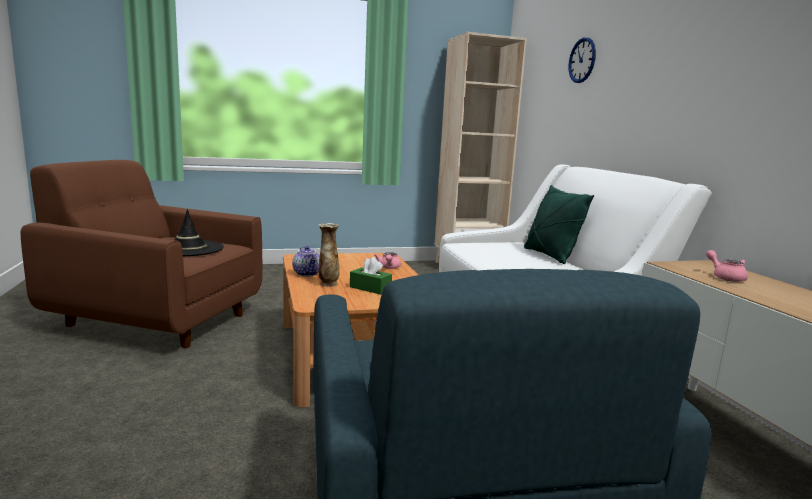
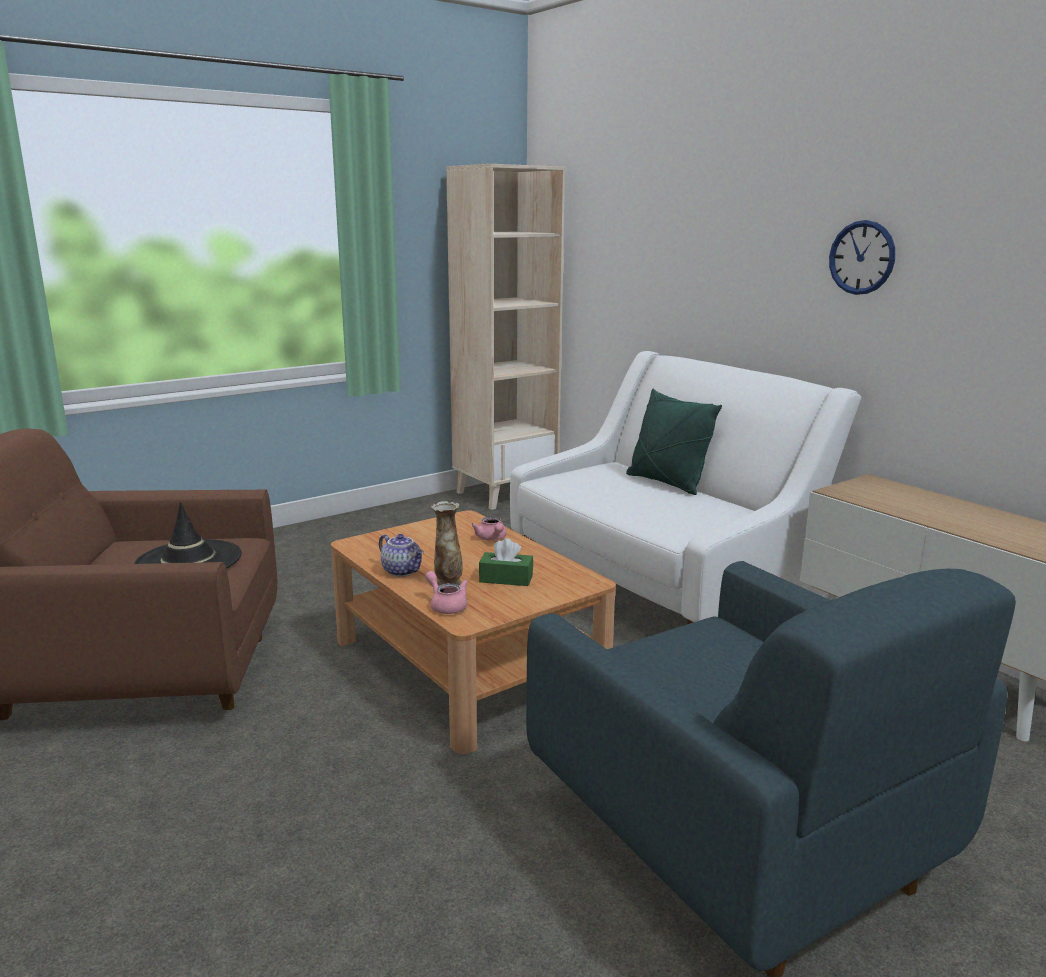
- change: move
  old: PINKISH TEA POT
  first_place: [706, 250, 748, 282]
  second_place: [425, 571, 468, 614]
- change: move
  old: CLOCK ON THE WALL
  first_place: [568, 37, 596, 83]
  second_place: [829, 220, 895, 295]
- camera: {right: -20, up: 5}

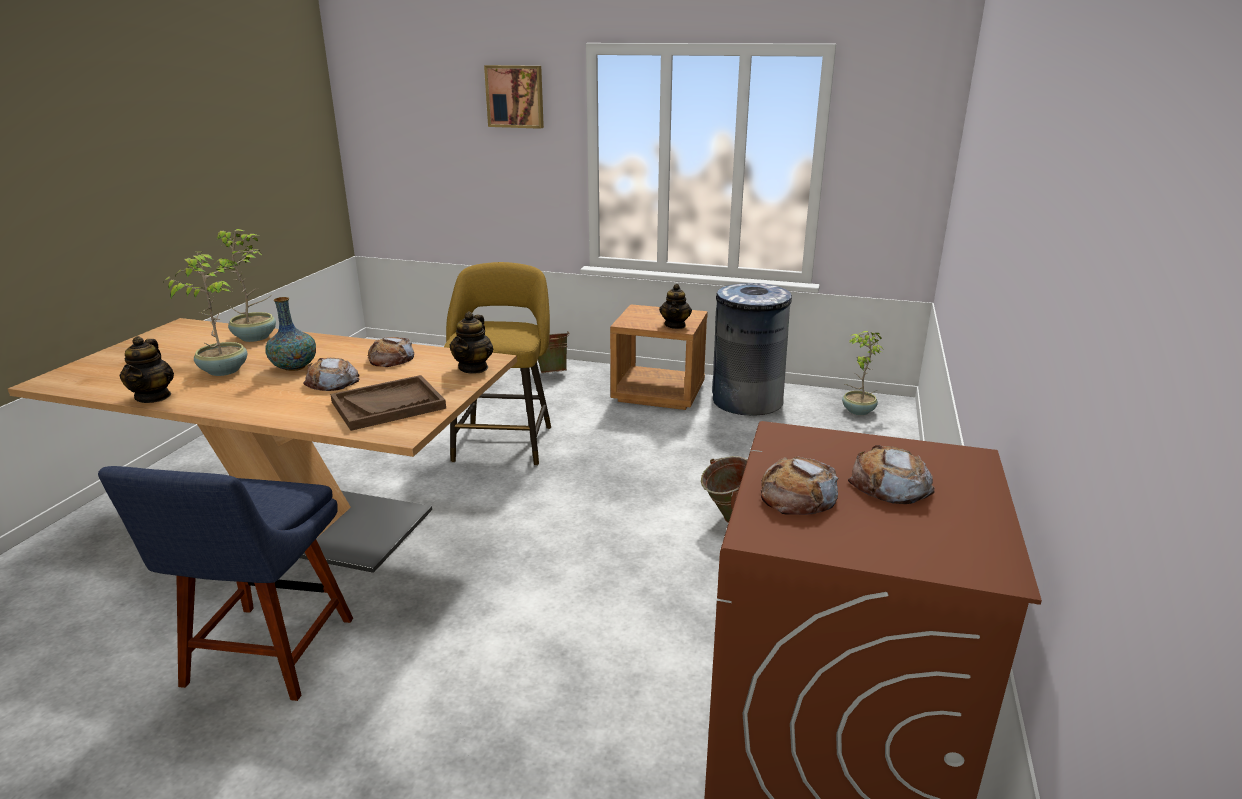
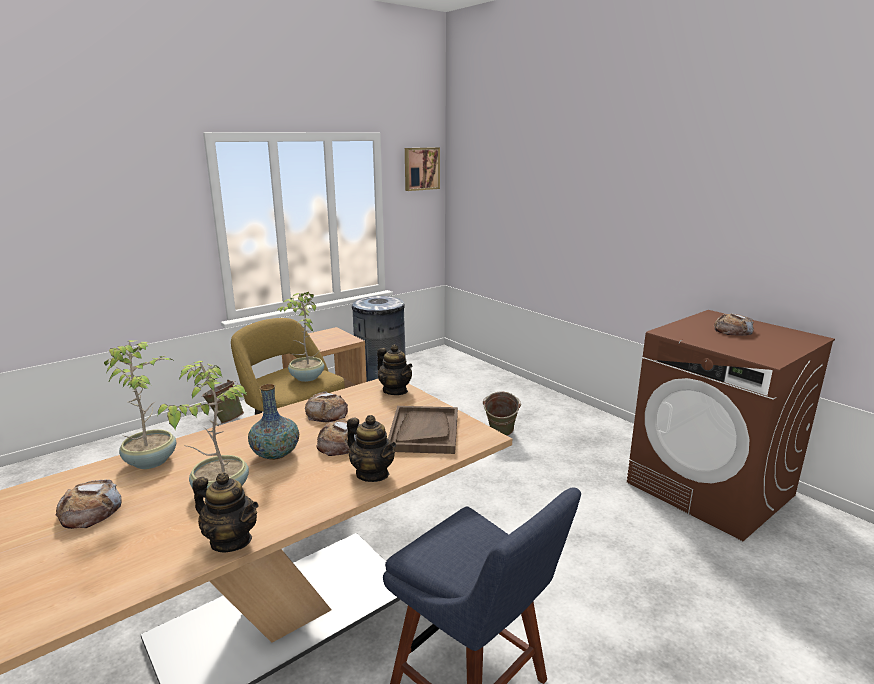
- change: move
  old: BAKERY BREAD
  first_place: [761, 456, 838, 515]
  second_place: [56, 479, 122, 529]
- change: move
  old: HOUSEPLANT
  first_place: [842, 331, 884, 415]
  second_place: [277, 292, 324, 382]
- change: move
  old: TEA POT
  first_place: [659, 284, 692, 329]
  second_place: [347, 415, 396, 482]
- change: move
  old: WALL ART
  first_place: [484, 65, 544, 129]
  second_place: [405, 147, 440, 191]
- camera: {right: -55, up: -5}

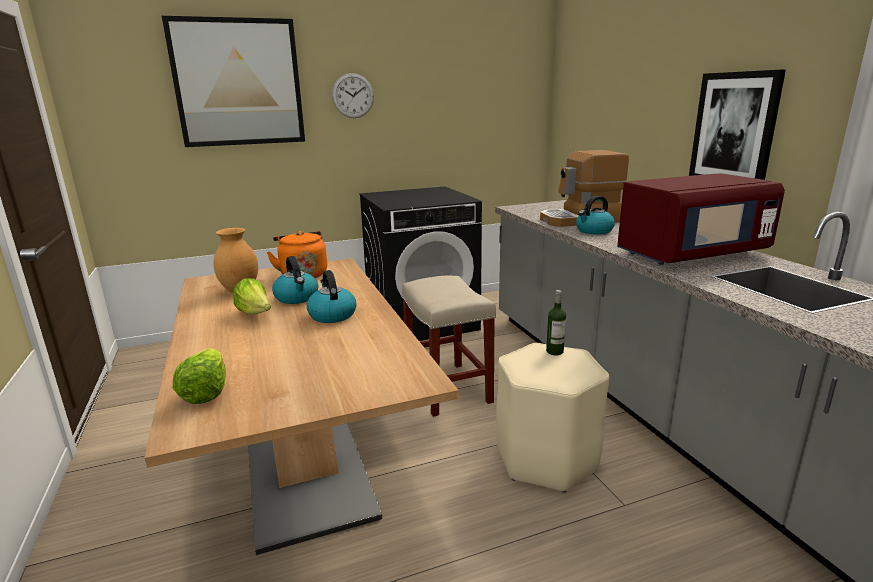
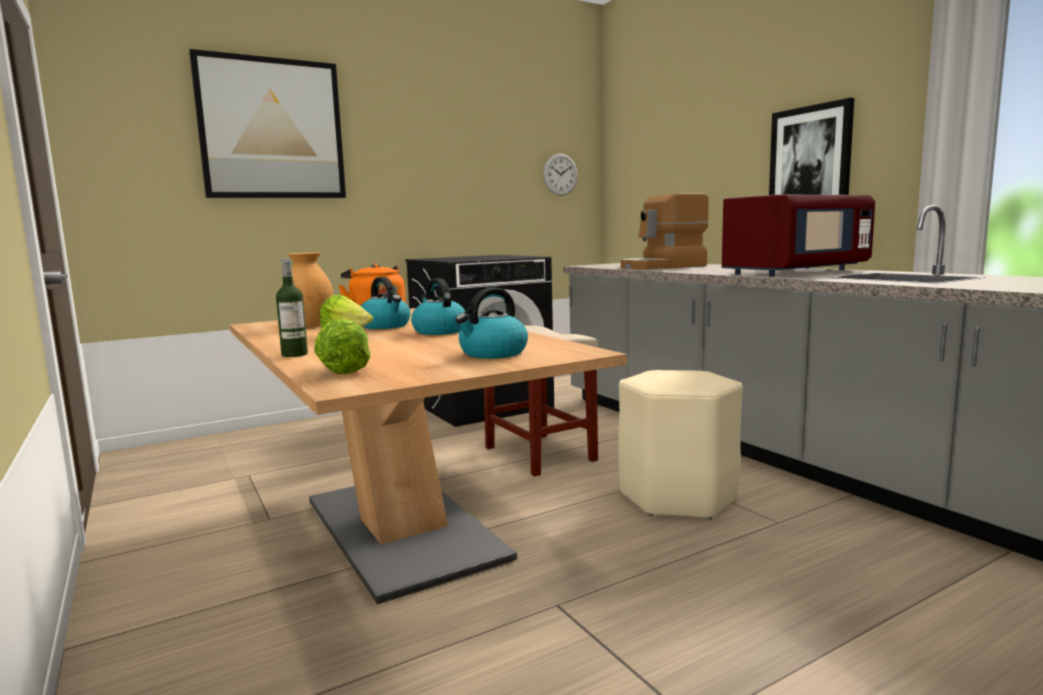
- change: move
  old: BOTTLE
  first_place: [546, 290, 566, 355]
  second_place: [276, 259, 308, 357]
- change: move
  old: KETTLE
  first_place: [576, 196, 615, 234]
  second_place: [455, 287, 528, 359]
- change: move
  old: CLOCK ON THE WALL
  first_place: [332, 73, 374, 118]
  second_place: [543, 153, 578, 196]
- camera: {right: -10, up: -10}

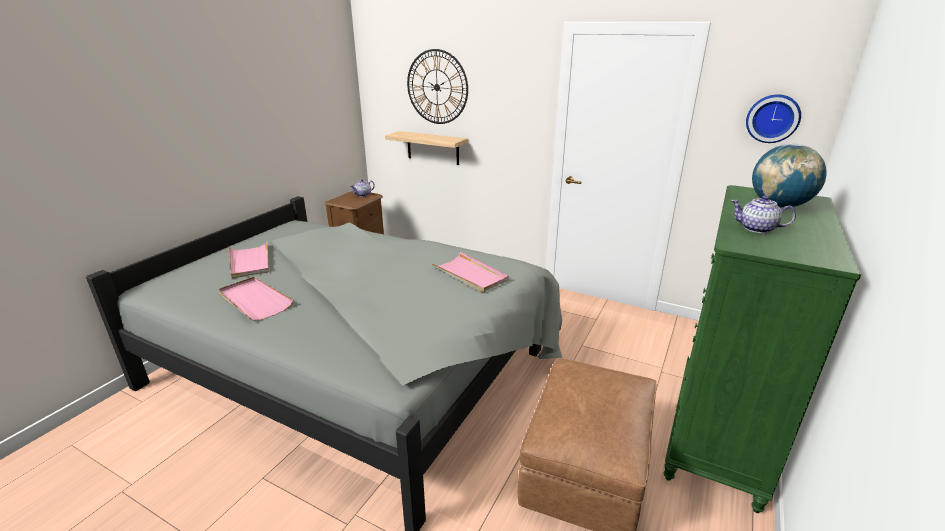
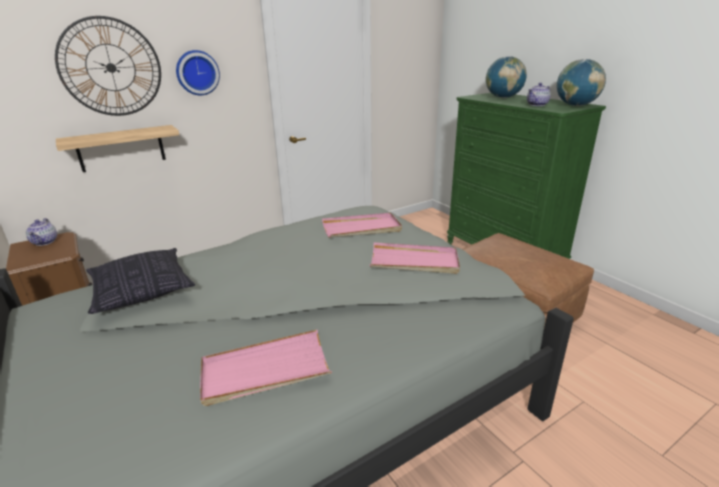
- change: insert
  new: CUSHION
  second_place: [86, 248, 195, 314]
- change: move
  old: CLOCK ON THE WALL
  first_place: [746, 94, 801, 143]
  second_place: [176, 50, 220, 95]
- change: move
  old: PINKISH TRAY
  first_place: [228, 241, 269, 279]
  second_place: [370, 242, 460, 274]
- change: insert
  new: DESK GLOBE
  second_place: [557, 59, 606, 106]
- camera: {right: -60, up: 0}

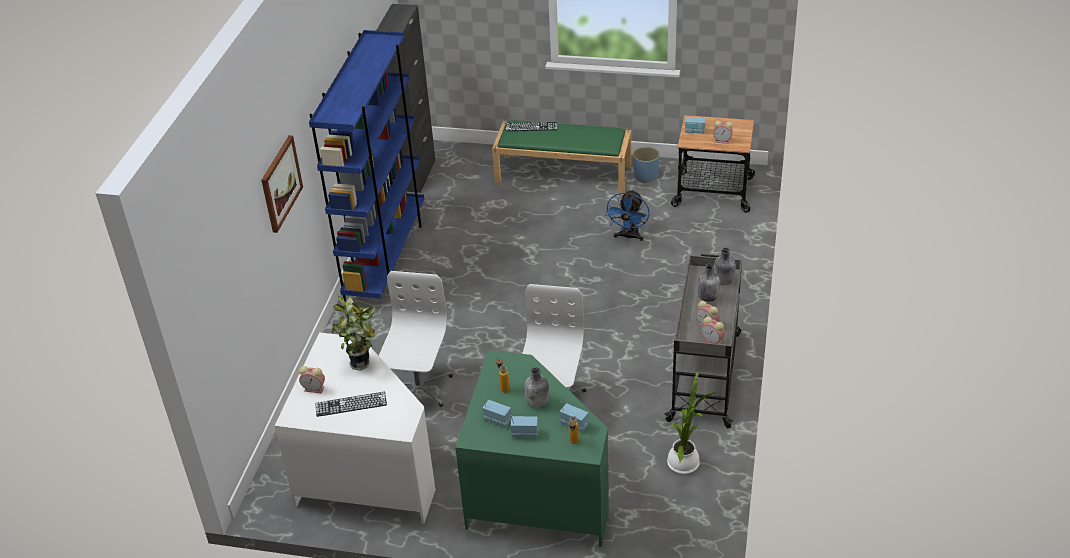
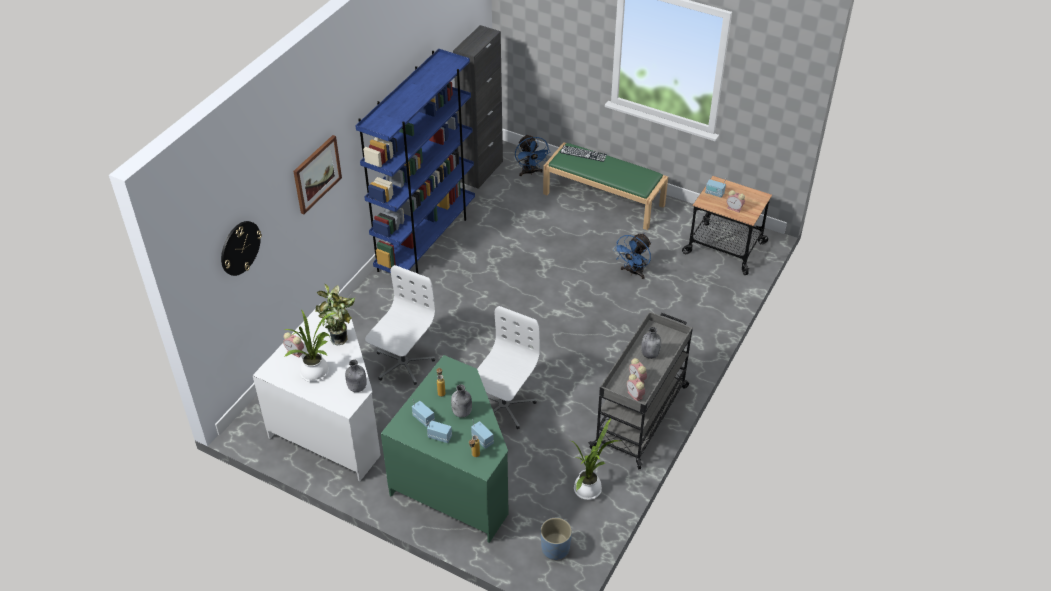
- change: insert
  new: CLOCK ON THE WALL
  second_place: [221, 221, 262, 276]
- change: replace
  old: COMPUTER KEYBOARD
  new: HOUSEPLANT
  first_place: [315, 392, 387, 417]
  second_place: [283, 309, 337, 382]
- change: move
  old: GREY BOTTLE
  first_place: [714, 248, 736, 285]
  second_place: [345, 359, 367, 392]
- change: insert
  new: BLUE COOLING FAN
  second_place: [515, 134, 550, 176]
- change: move
  old: BLUE FLOWER POT
  first_place: [633, 147, 660, 183]
  second_place: [541, 518, 572, 560]
- camera: {right: 15, up: 5}

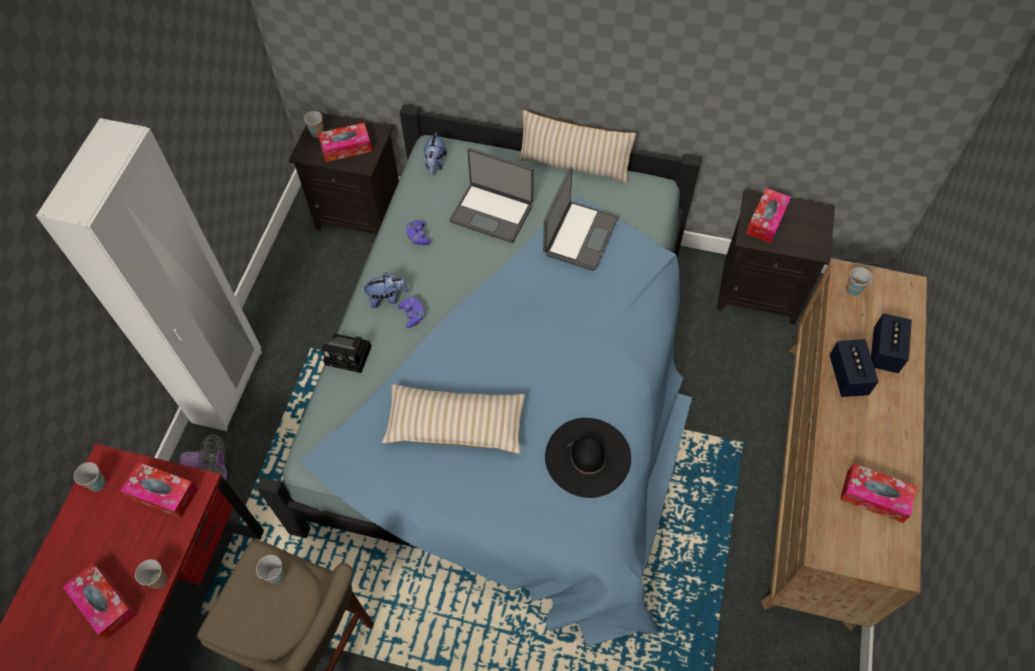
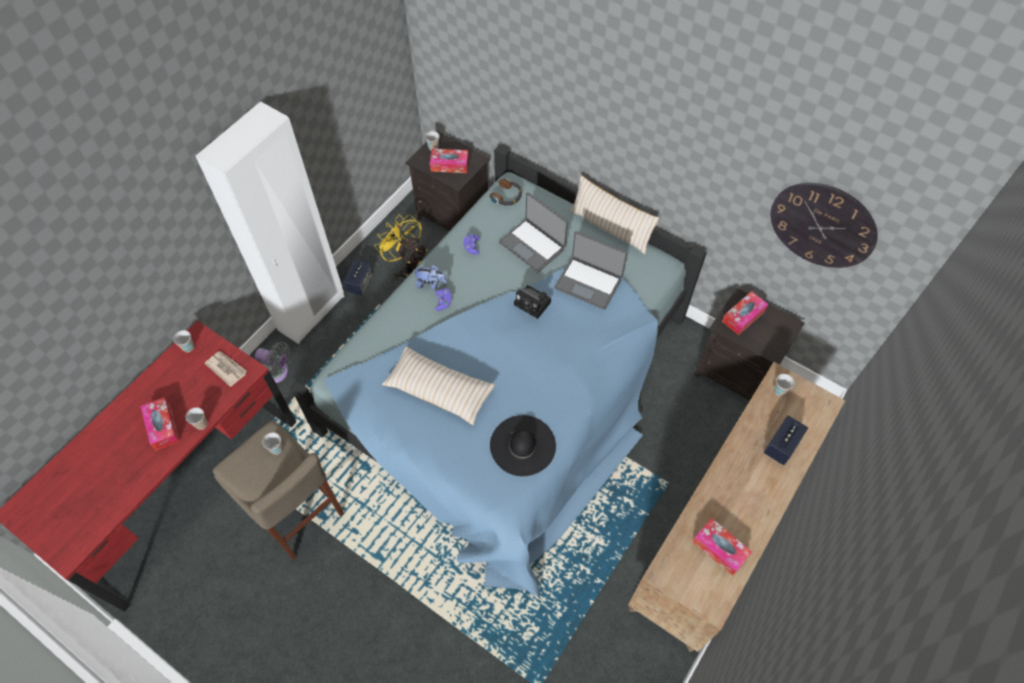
- change: replace
  old: TISSUE BOX
  new: PRINTED PAPER
  first_place: [120, 462, 198, 518]
  second_place: [205, 351, 247, 387]
- change: move
  old: AUDIO SPEAKER
  first_place: [829, 339, 879, 397]
  second_place: [343, 259, 373, 296]
- change: insert
  new: YELLOW COOLING FAN
  second_place: [375, 215, 427, 278]
- change: replace
  old: PLUSH TOY
  new: HEADSET
  first_place: [424, 132, 447, 175]
  second_place: [489, 179, 522, 206]
- change: move
  old: STILL CAMERA
  first_place: [322, 333, 371, 373]
  second_place: [514, 285, 551, 319]
- change: rotate
  old: PORTABLE COMPUTER
  first_place: [543, 167, 618, 271]
  second_place: [554, 231, 628, 310]
  degrees: 75
- change: insert
  new: CLOCK ON THE WALL
  second_place: [771, 183, 878, 268]
- camera: {right: 20, up: 0}

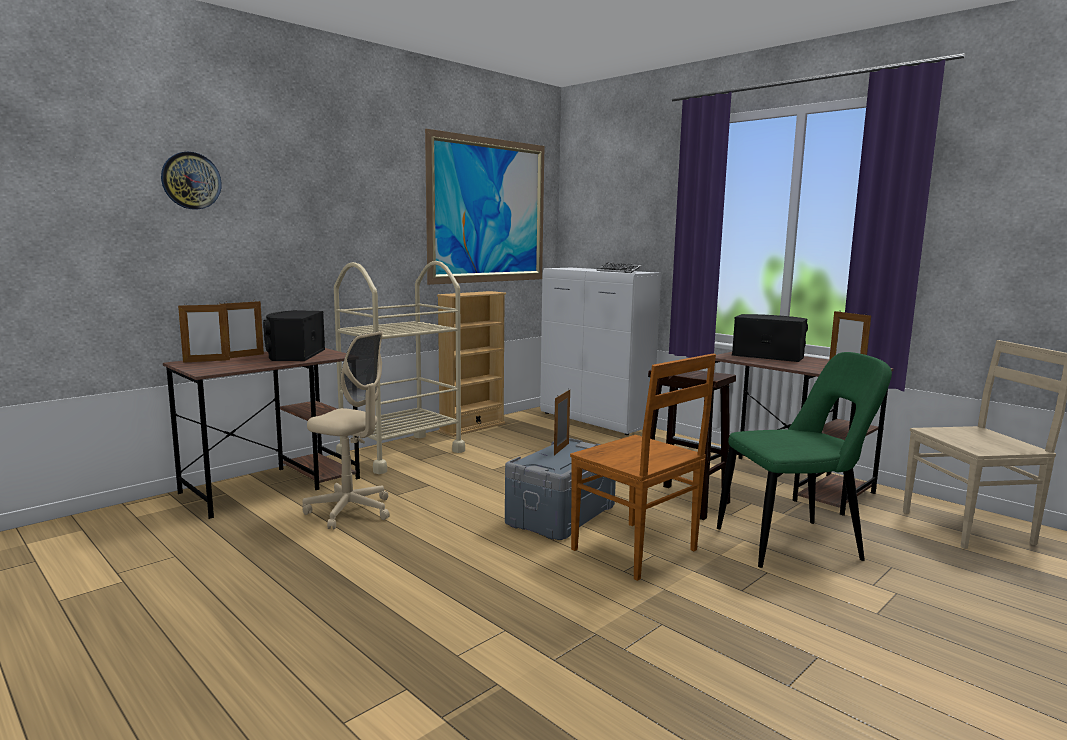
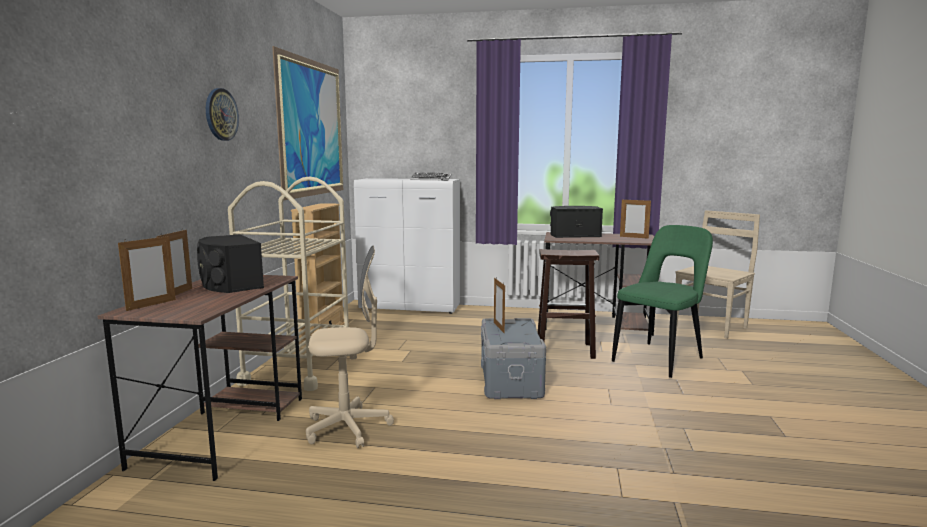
- change: move
  old: CLOCK ON THE WALL
  first_place: [161, 152, 222, 210]
  second_place: [206, 88, 239, 141]
- change: delete
  old: BROWN-COLOURED CHAIR
  first_place: [570, 353, 716, 581]
- camera: {right: -35, up: 0}

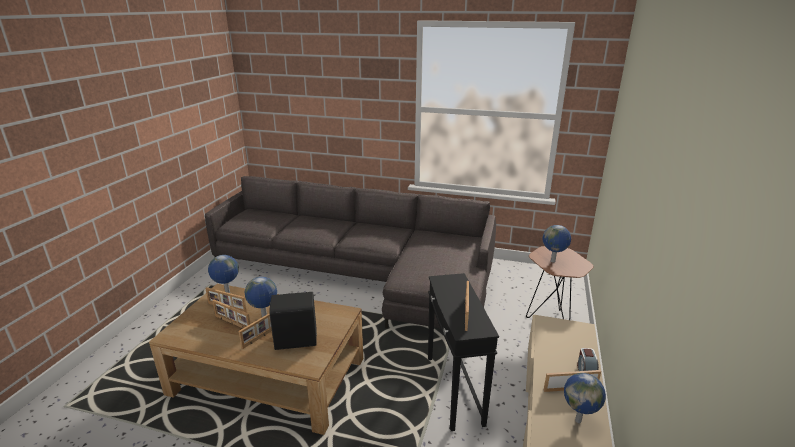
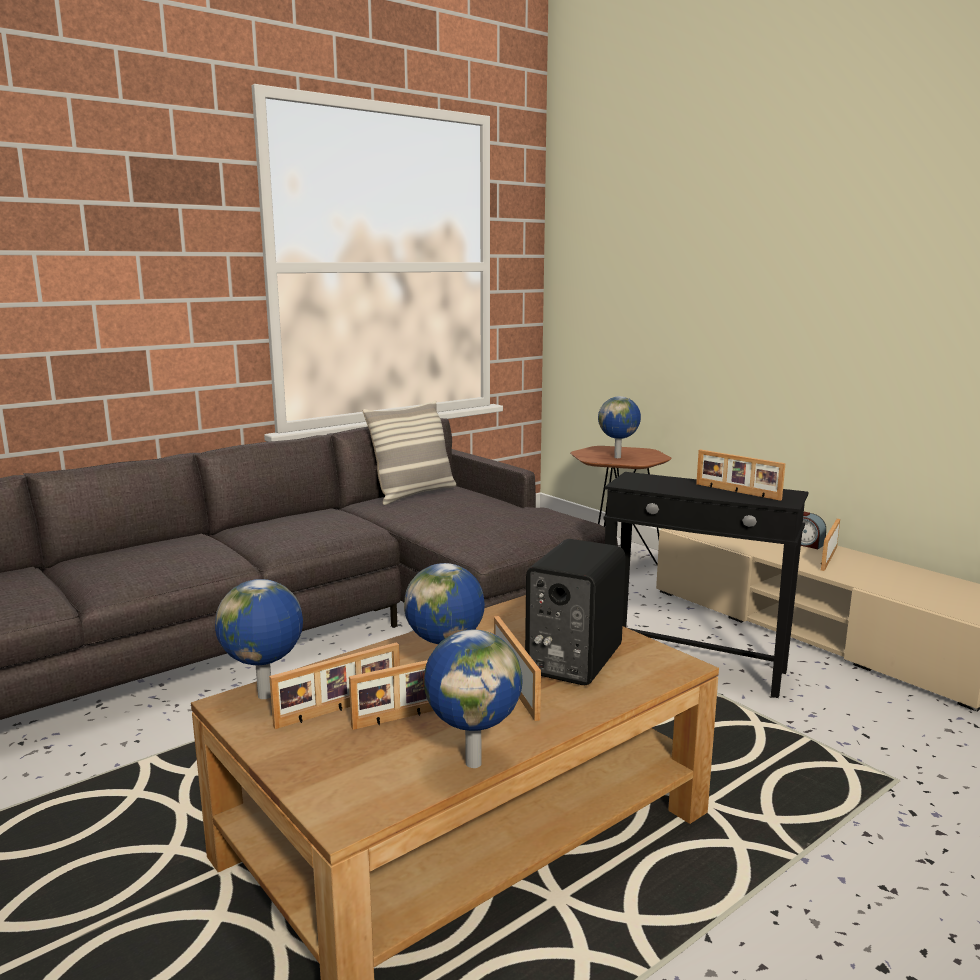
- change: insert
  new: CUSHION
  second_place: [363, 401, 456, 505]
- change: move
  old: DESK GLOBE
  first_place: [564, 373, 606, 423]
  second_place: [424, 630, 523, 768]
- camera: {right: -55, up: -10}

